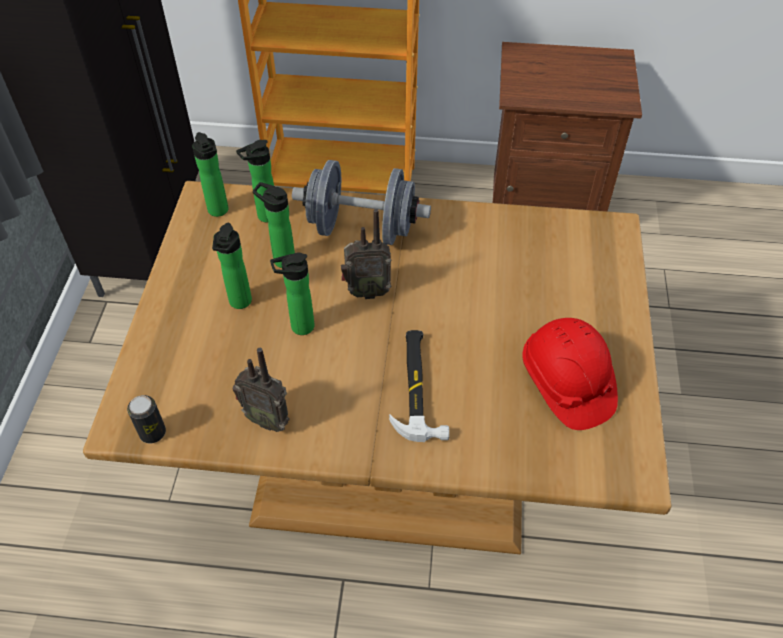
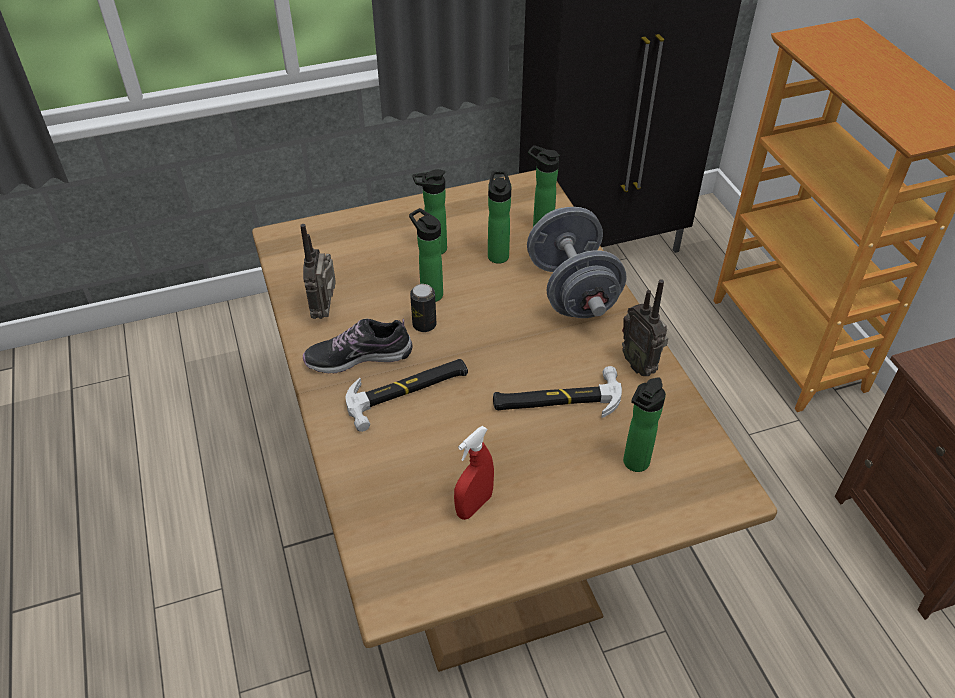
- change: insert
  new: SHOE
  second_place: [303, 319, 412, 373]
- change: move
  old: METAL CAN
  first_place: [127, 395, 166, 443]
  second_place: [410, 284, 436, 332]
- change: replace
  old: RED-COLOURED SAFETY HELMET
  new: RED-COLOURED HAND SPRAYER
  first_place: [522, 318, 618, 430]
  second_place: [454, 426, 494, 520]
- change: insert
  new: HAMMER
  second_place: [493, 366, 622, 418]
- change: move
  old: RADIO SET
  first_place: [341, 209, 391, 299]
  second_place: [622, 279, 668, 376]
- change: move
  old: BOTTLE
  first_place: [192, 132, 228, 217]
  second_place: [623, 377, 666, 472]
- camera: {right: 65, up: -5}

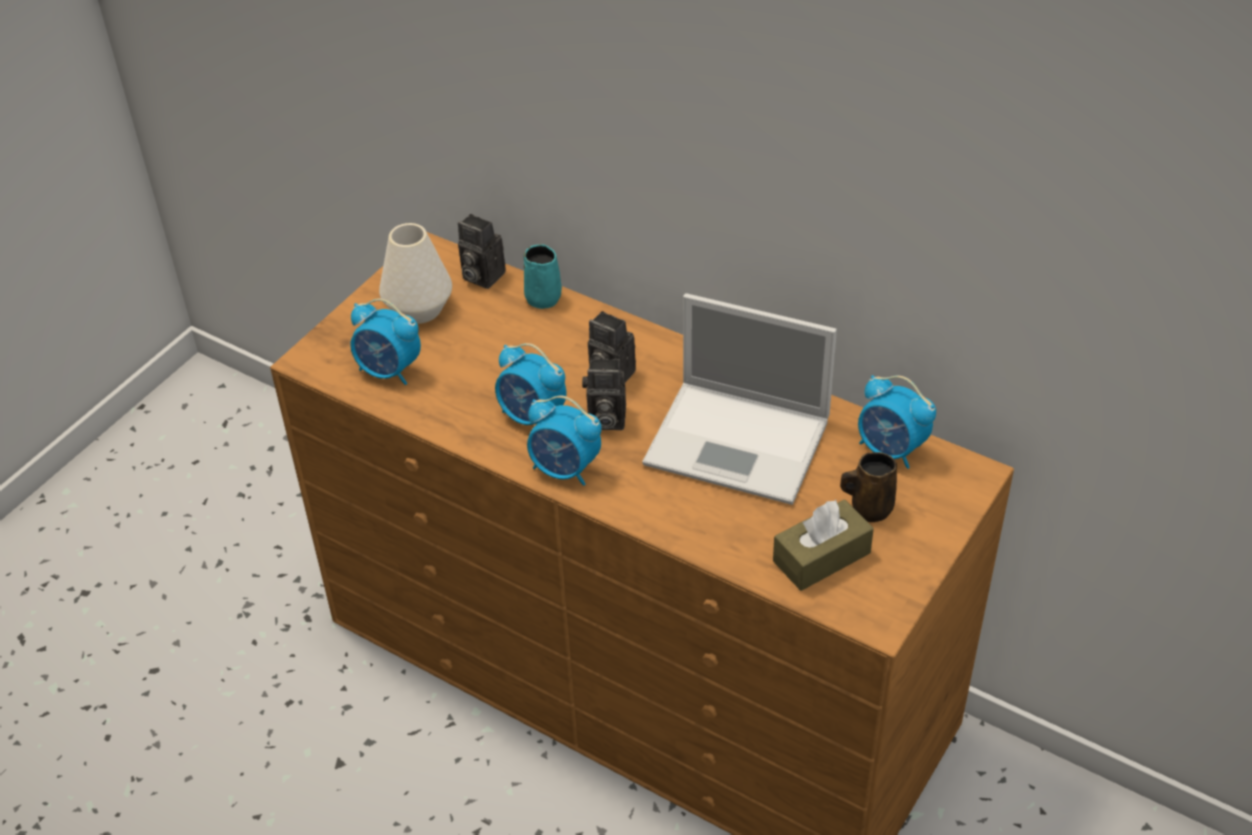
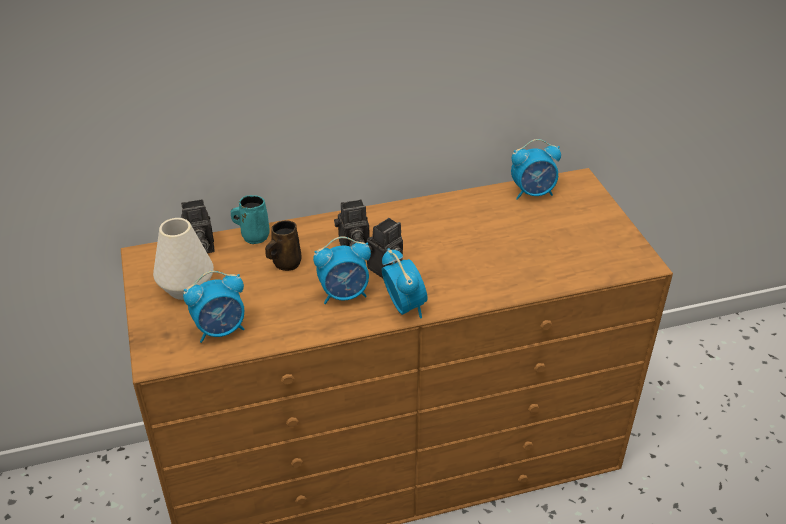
- change: move
  old: BROWN-COLOURED COFFEE MUG
  first_place: [840, 452, 897, 522]
  second_place: [265, 220, 302, 271]
- change: rotate
  old: BEDSIDE CLOCK
  first_place: [527, 396, 602, 486]
  second_place: [382, 248, 428, 319]
  degrees: -90
- change: delete
  old: PORTABLE COMPUTER
  first_place: [642, 293, 837, 505]
- change: delete
  old: BROWN-COLOURED TISSUE BOX
  first_place: [773, 499, 874, 591]
- camera: {right: -50, up: -5}

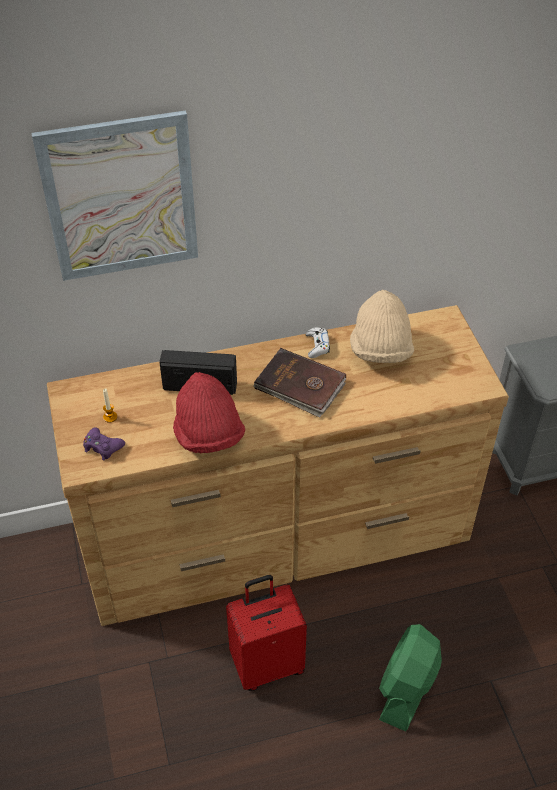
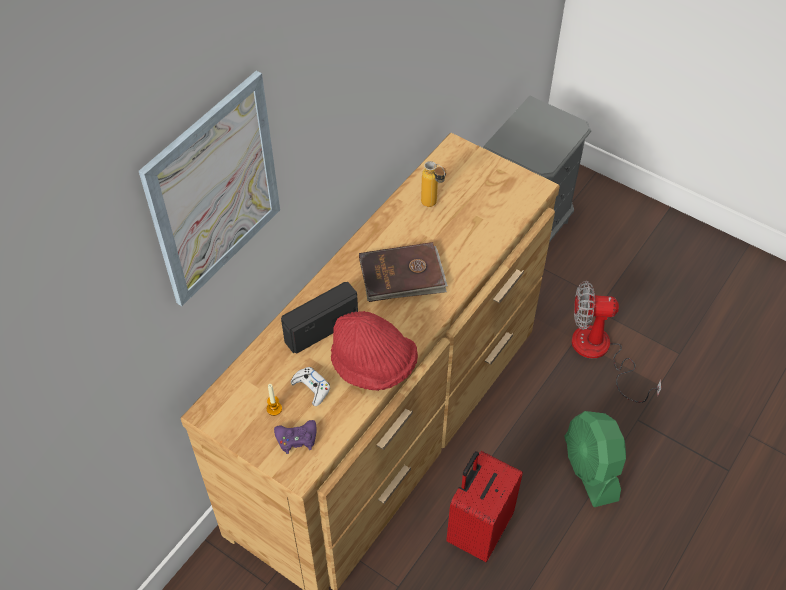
- change: move
  old: WHITE-COLOURED GAMEPAD
  first_place: [305, 327, 330, 358]
  second_place: [291, 367, 330, 406]
- change: replace
  old: BEIGE-COLOURED CLOTHING HAT
  new: BOTTLE
  first_place: [350, 290, 414, 363]
  second_place: [421, 161, 446, 207]
- change: insert
  new: COOLING FAN
  second_place: [572, 281, 661, 403]
- camera: {right: -40, up: 5}

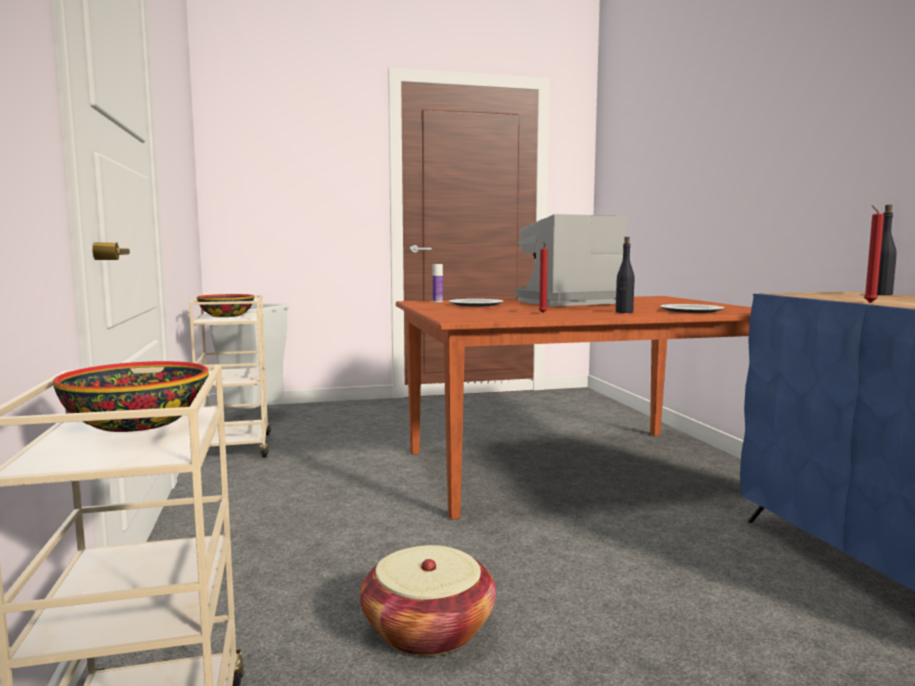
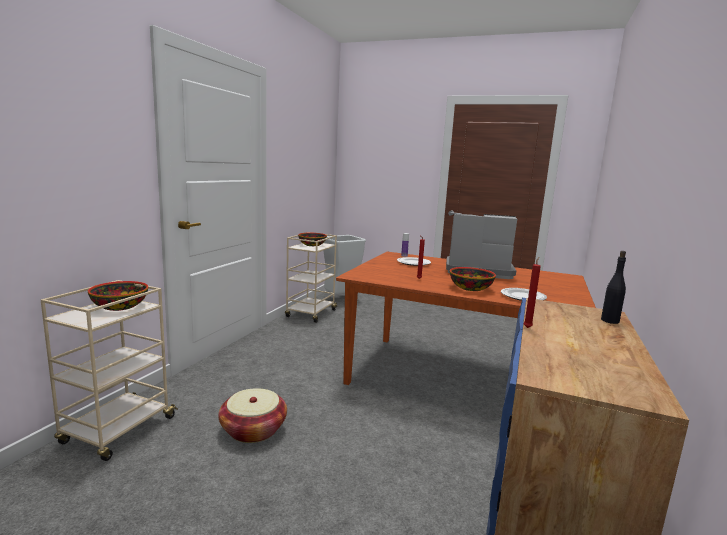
- change: replace
  old: BLACK BOTTLE
  new: DEEP DISH
  first_place: [616, 237, 635, 313]
  second_place: [450, 267, 496, 291]
- camera: {right: 35, up: 5}

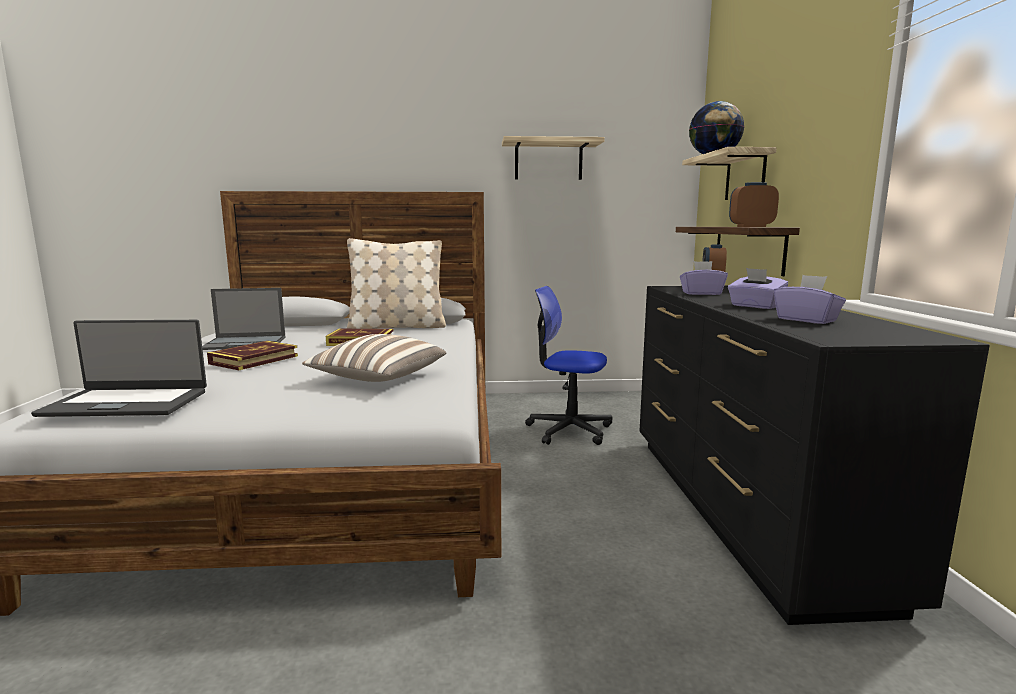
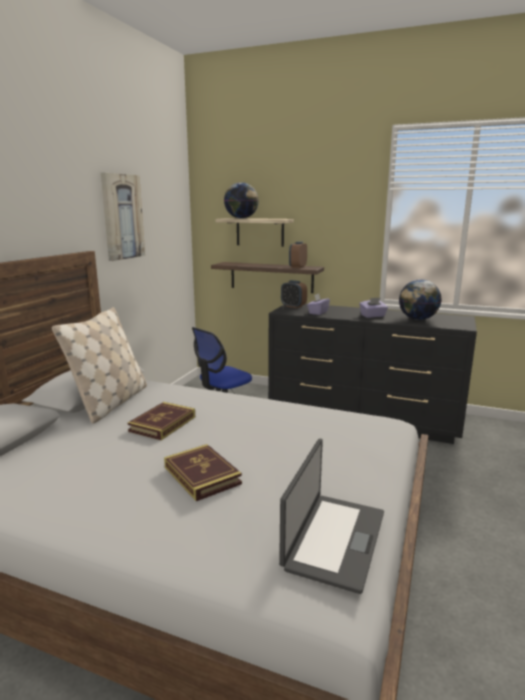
- change: replace
  old: BRACKET SHELF
  new: WALL ART
  first_place: [502, 136, 605, 180]
  second_place: [101, 172, 145, 261]
- change: replace
  old: PURPLE TISSUE BOX
  new: DESK GLOBE
  first_place: [774, 275, 846, 324]
  second_place: [399, 279, 442, 320]
- change: delete
  old: PORTABLE COMPUTER
  first_place: [202, 288, 285, 350]
- change: delete
  old: CUSHION
  first_place: [302, 334, 446, 382]
- camera: {right: -65, up: 5}

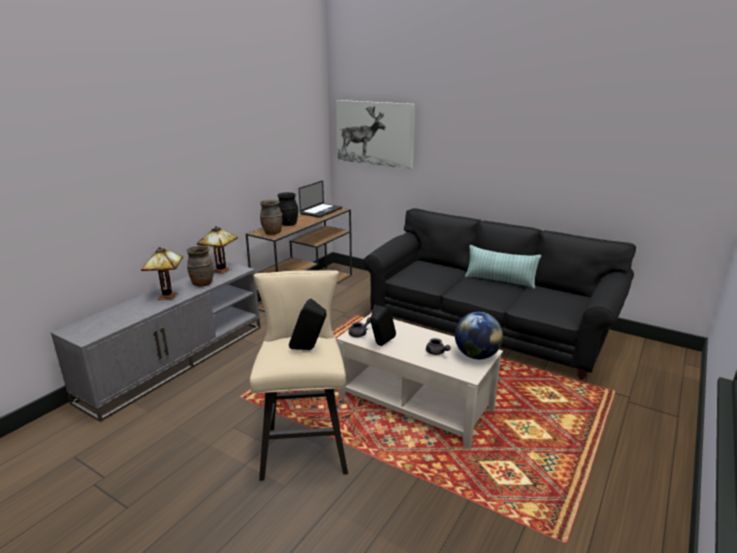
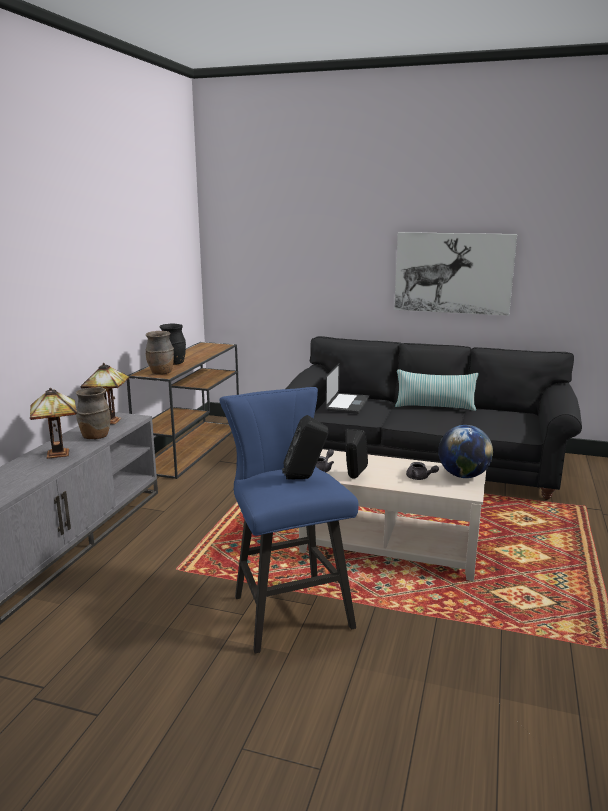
- change: recolor
  old: BEIGE-COLOURED STOOL
  new: BLUE STOOL
  first_place: [250, 270, 348, 481]
  second_place: [219, 387, 359, 654]
- change: move
  old: PORTABLE COMPUTER
  first_place: [299, 181, 342, 218]
  second_place: [326, 363, 369, 414]
- change: move
  old: WALL ART
  first_place: [336, 100, 415, 169]
  second_place: [394, 232, 517, 316]
- camera: {right: -15, up: -5}

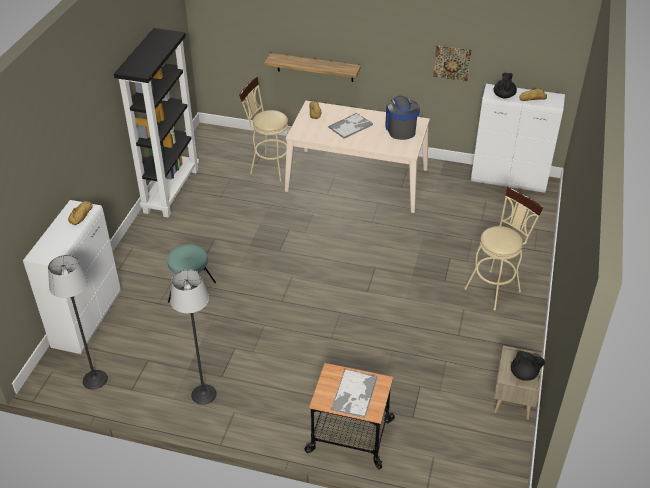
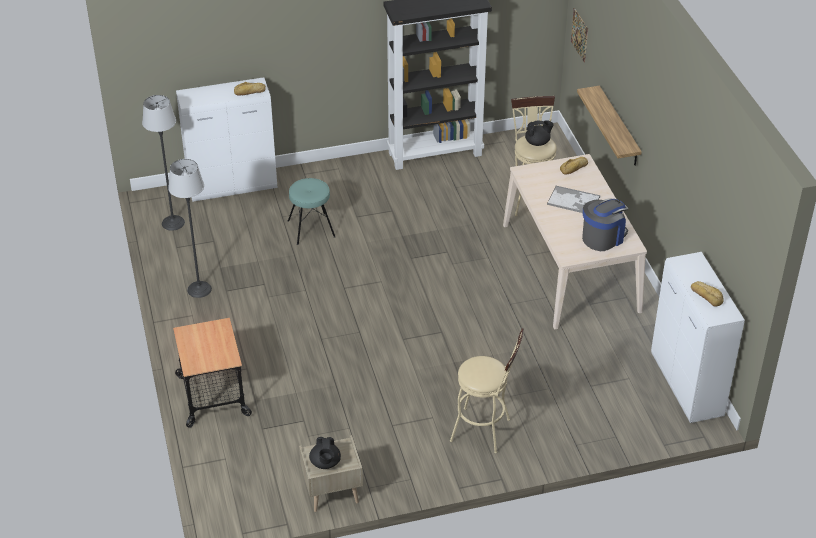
- change: move
  old: BLACK TEA POT
  first_place: [494, 73, 517, 98]
  second_place: [525, 120, 554, 146]
- change: move
  old: WALL ART
  first_place: [433, 45, 471, 81]
  second_place: [571, 8, 588, 62]
- change: delete
  old: TRAY
  first_place: [331, 369, 378, 418]
- camera: {right: 60, up: 0}

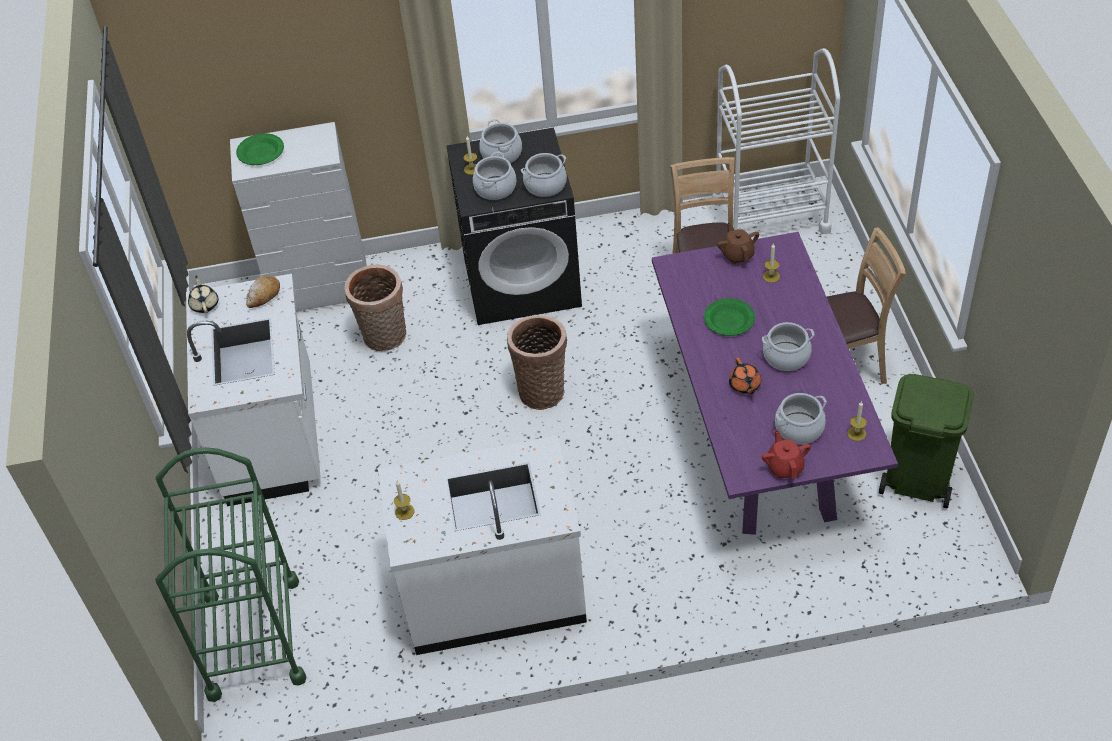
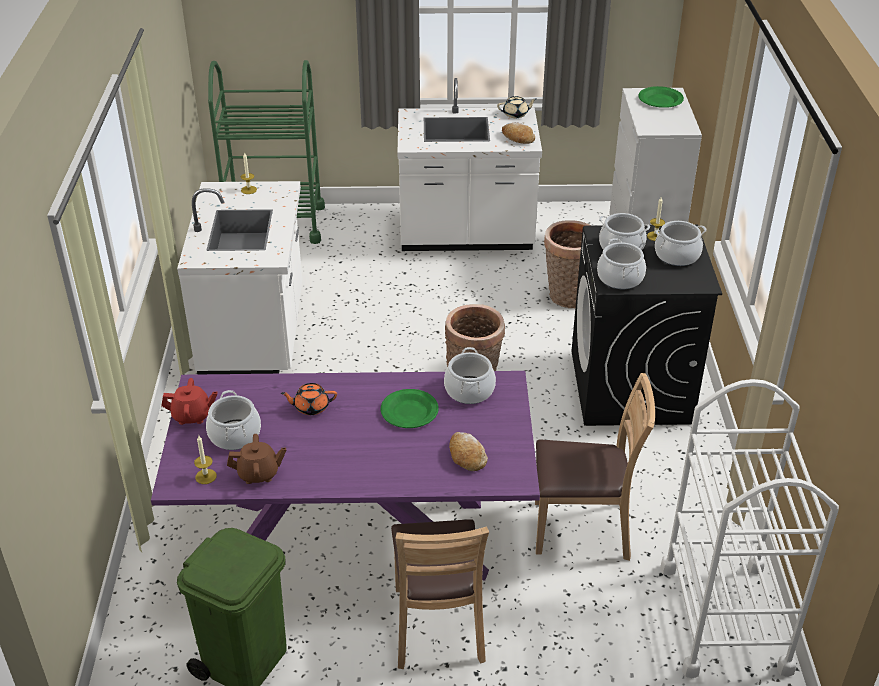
- change: move
  old: BROWN-COLOURED TEA POT
  first_place: [717, 223, 759, 264]
  second_place: [227, 434, 286, 484]
- change: move
  old: COOKING POT
  first_place: [762, 322, 814, 371]
  second_place: [444, 347, 496, 404]
- change: replace
  old: WAX CANDLE
  new: BAKERY BREAD
  first_place: [763, 244, 780, 283]
  second_place: [449, 432, 488, 471]
- camera: {right: 95, up: -10}

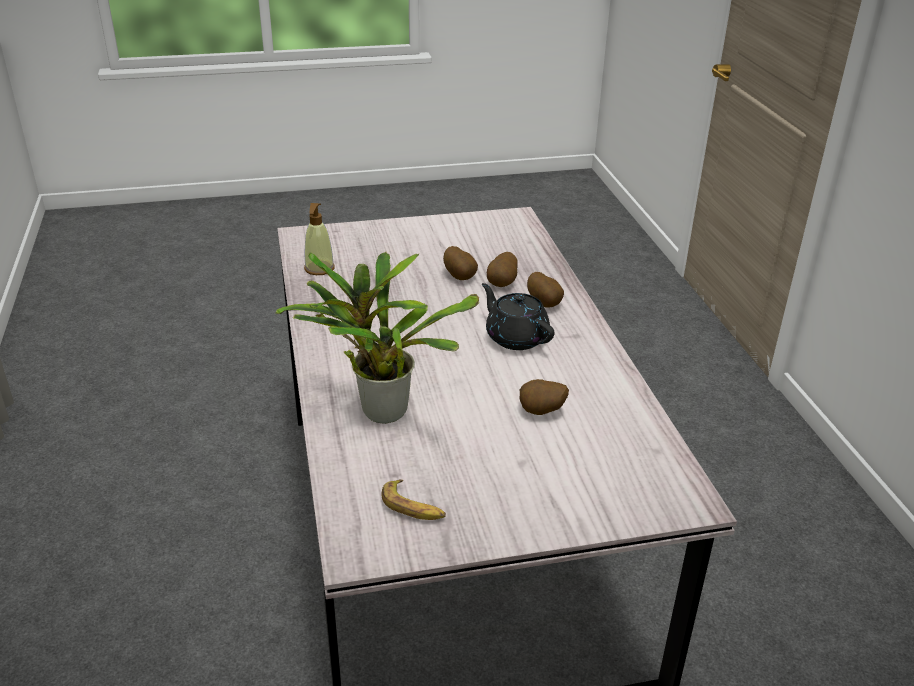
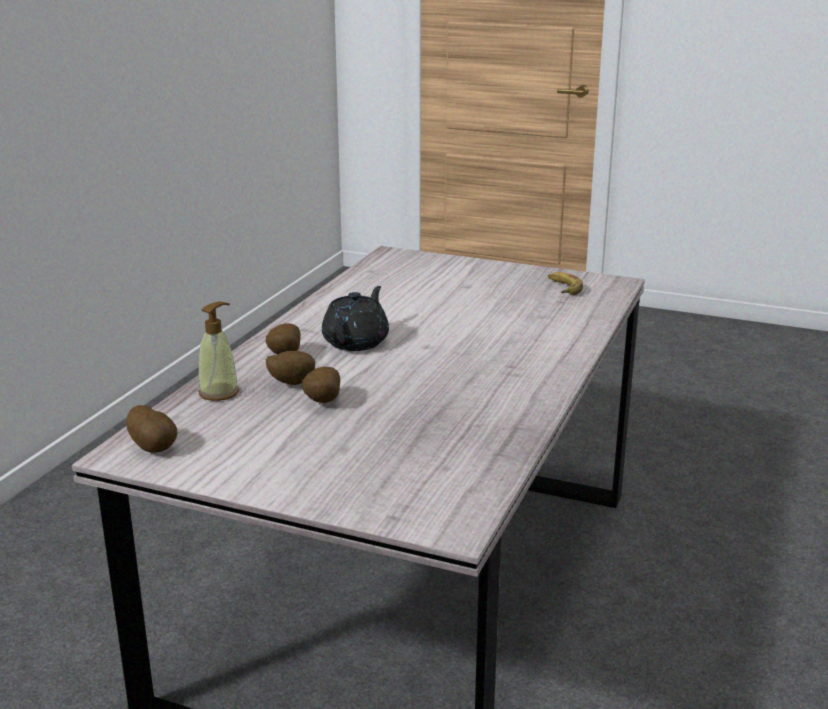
- change: move
  old: POTATO
  first_place: [519, 379, 569, 415]
  second_place: [126, 405, 177, 453]
- change: move
  old: SOAP DISPENSER
  first_place: [304, 203, 335, 275]
  second_place: [198, 302, 239, 401]
- change: rotate
  old: BLACK TEA POT
  first_place: [482, 283, 554, 350]
  second_place: [322, 286, 389, 351]
  degrees: -150
- change: delete
  old: HOUSEPLANT
  first_place: [275, 252, 479, 424]
- camera: {right: -145, up: -10}

